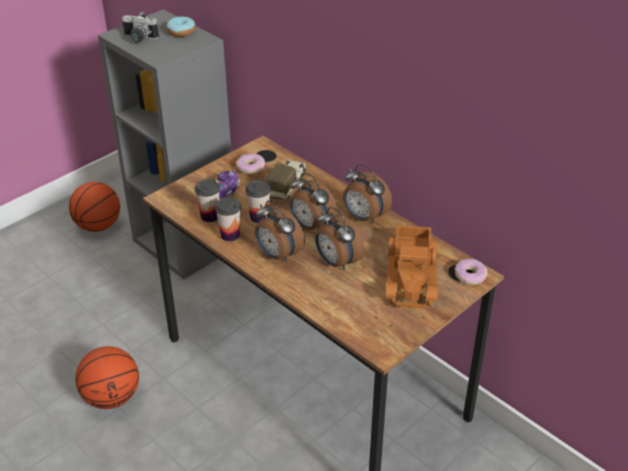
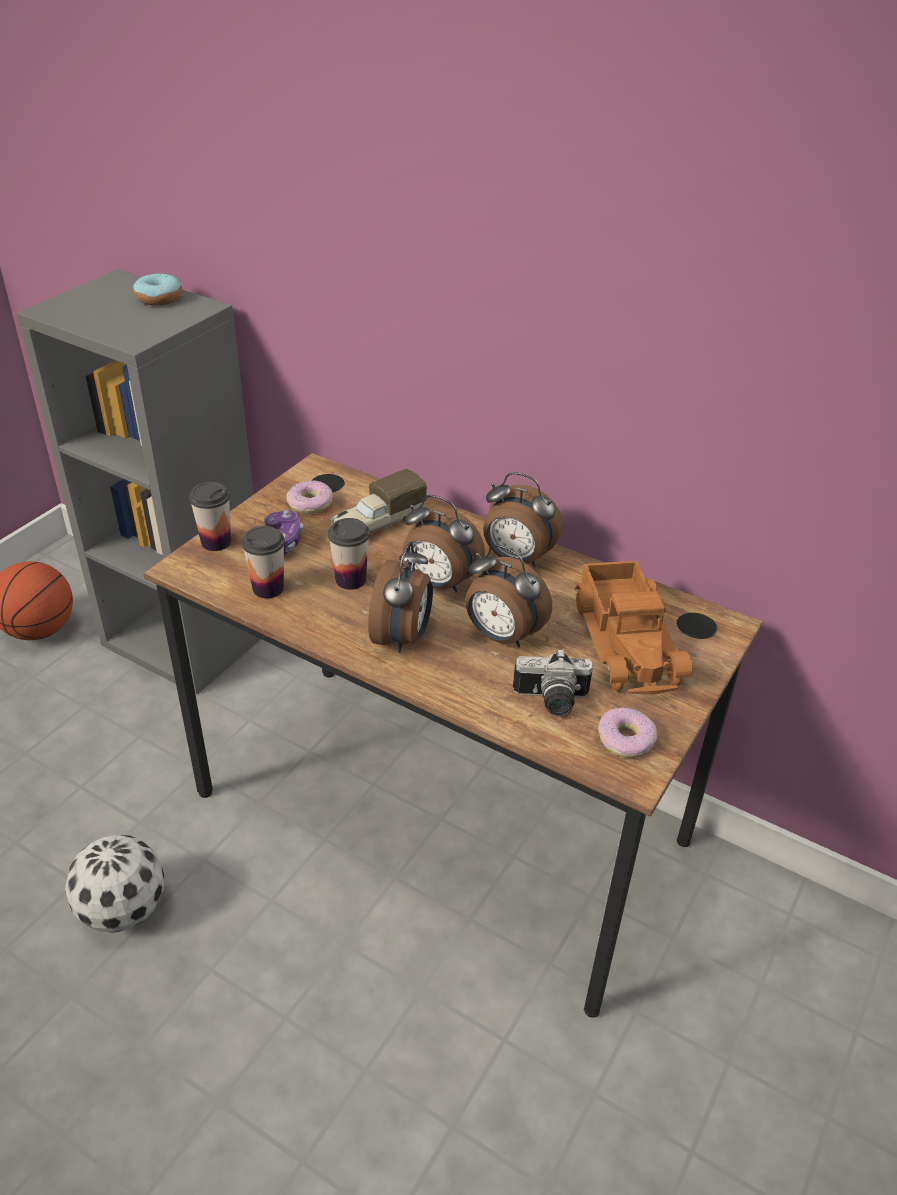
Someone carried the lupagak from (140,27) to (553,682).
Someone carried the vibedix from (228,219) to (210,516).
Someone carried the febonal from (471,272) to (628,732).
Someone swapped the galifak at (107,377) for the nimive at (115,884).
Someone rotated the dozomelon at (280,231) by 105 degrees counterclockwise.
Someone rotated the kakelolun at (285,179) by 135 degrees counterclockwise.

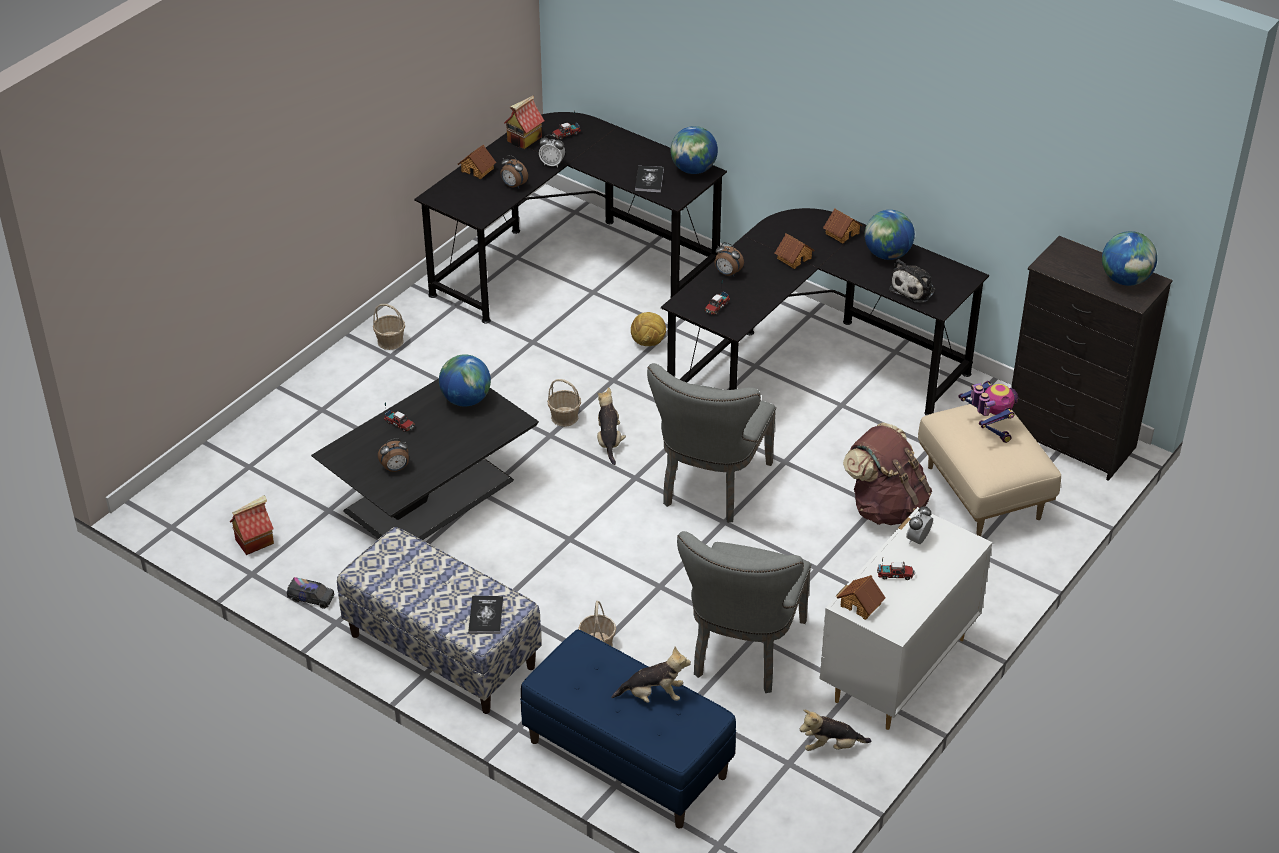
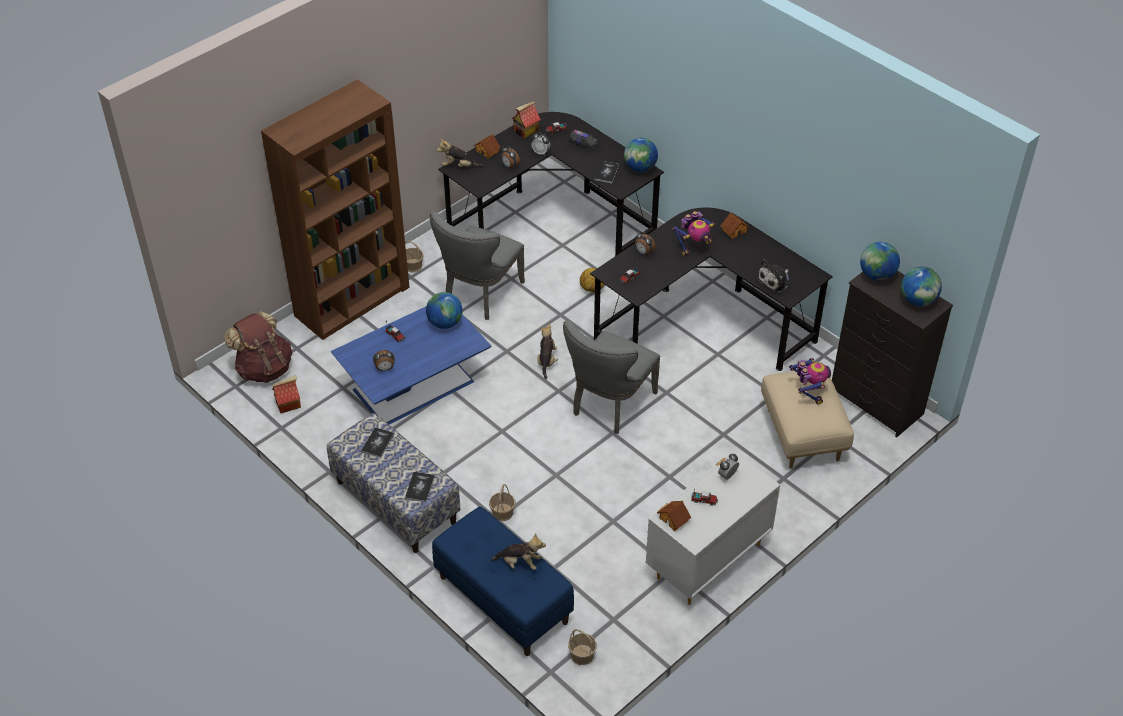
Someone put down the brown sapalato at (335,209).
Someone put down the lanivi at (377,442).
Someone carried the kakelolun from (310,593) to (583,140).
Someone carried the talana from (564,403) to (582,647).
Someone carried the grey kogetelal from (744,612) to (477,266).
Someone carried the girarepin from (835,730) to (460,153).
Someone carried the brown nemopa from (887,473) to (258,347).
Someone carried the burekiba from (890,235) to (880,261).
Someone swapped the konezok at (795,251) for the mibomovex at (693,233).
Someone repainted the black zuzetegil at (425,459), which became the blue zuzetegil at (411,366).

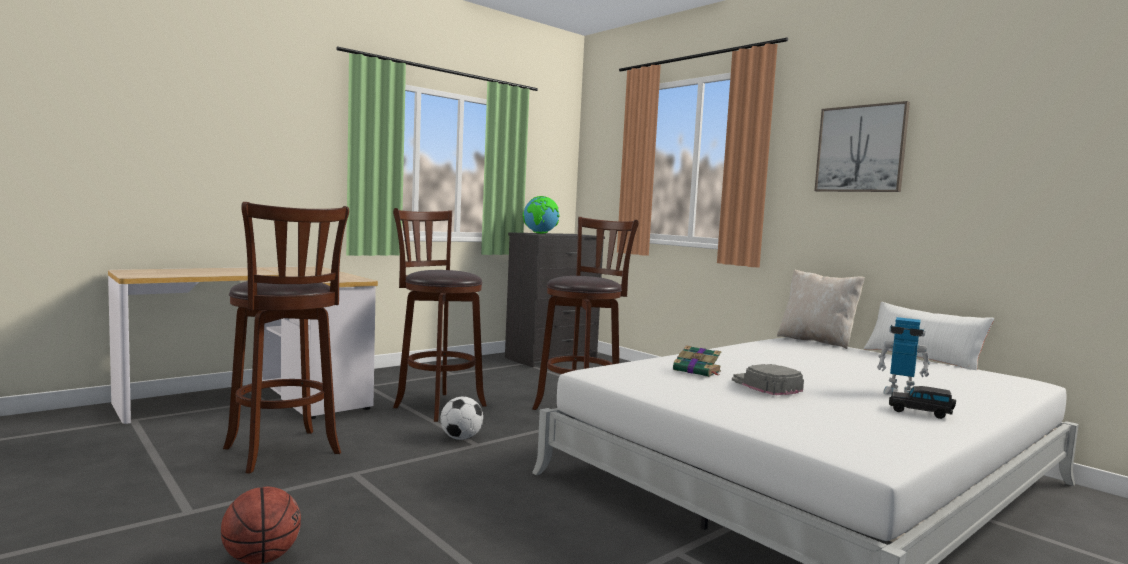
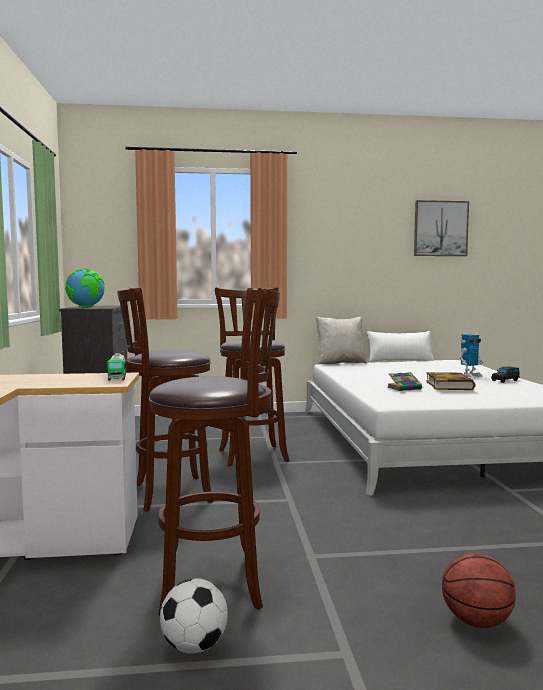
Someone put down the kakelolun at (116,367).
Someone carried the nimive from (461,418) to (194,616).
Someone carried the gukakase from (862,146) to (441,228).
Someone swapped the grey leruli at (768,379) for the lanivi at (451,381).

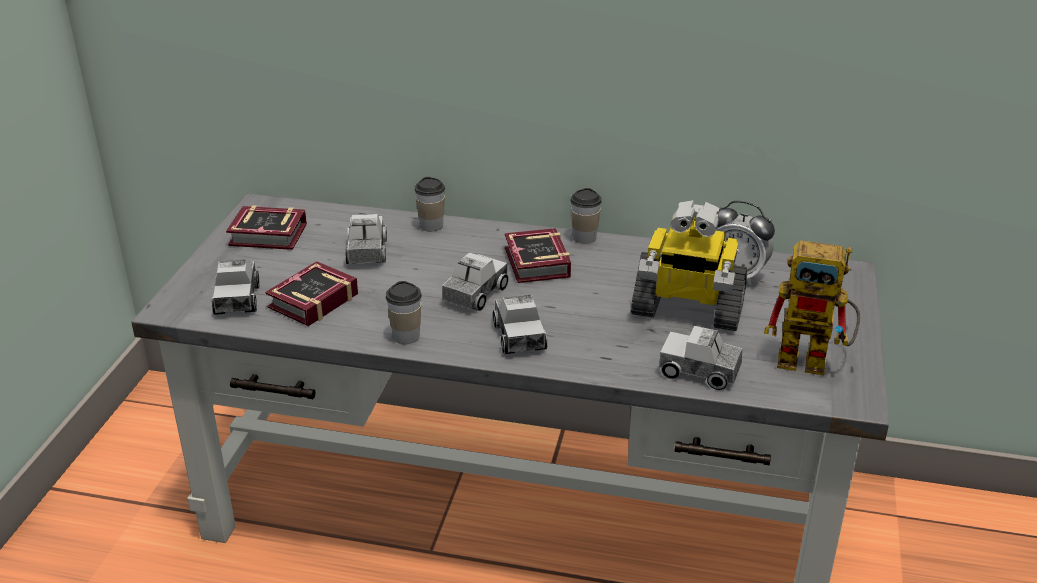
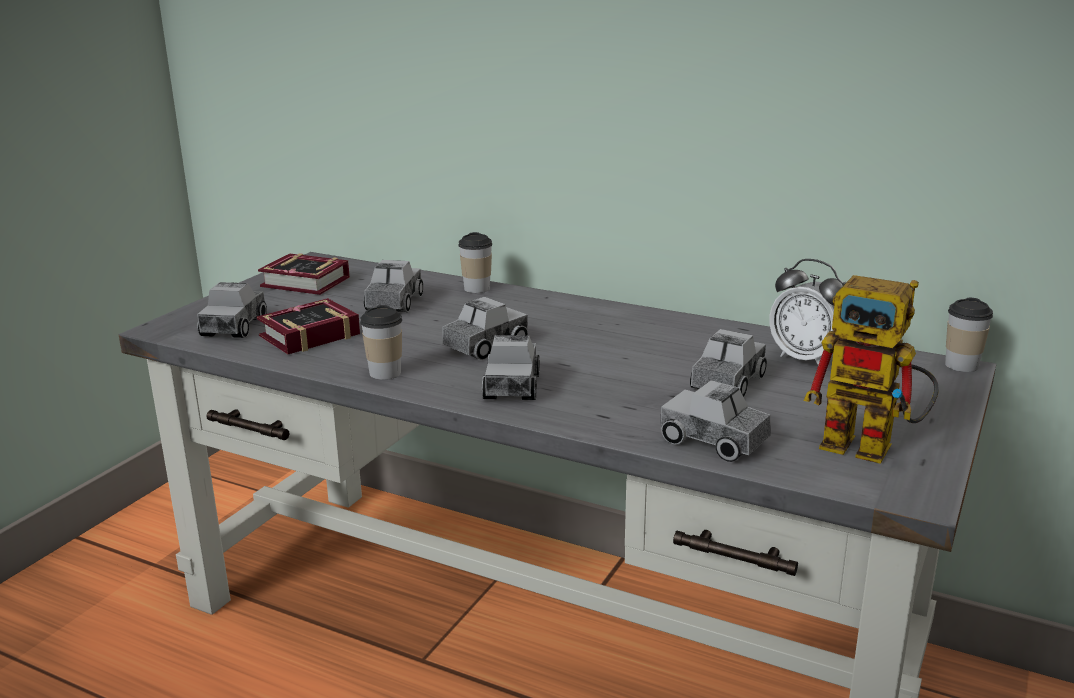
Someone took away the lanivi at (538,255).
Someone carried the vibedix from (586,216) to (969,334).
Someone swapped the mibomovex at (689,265) for the kakelolun at (728,363).

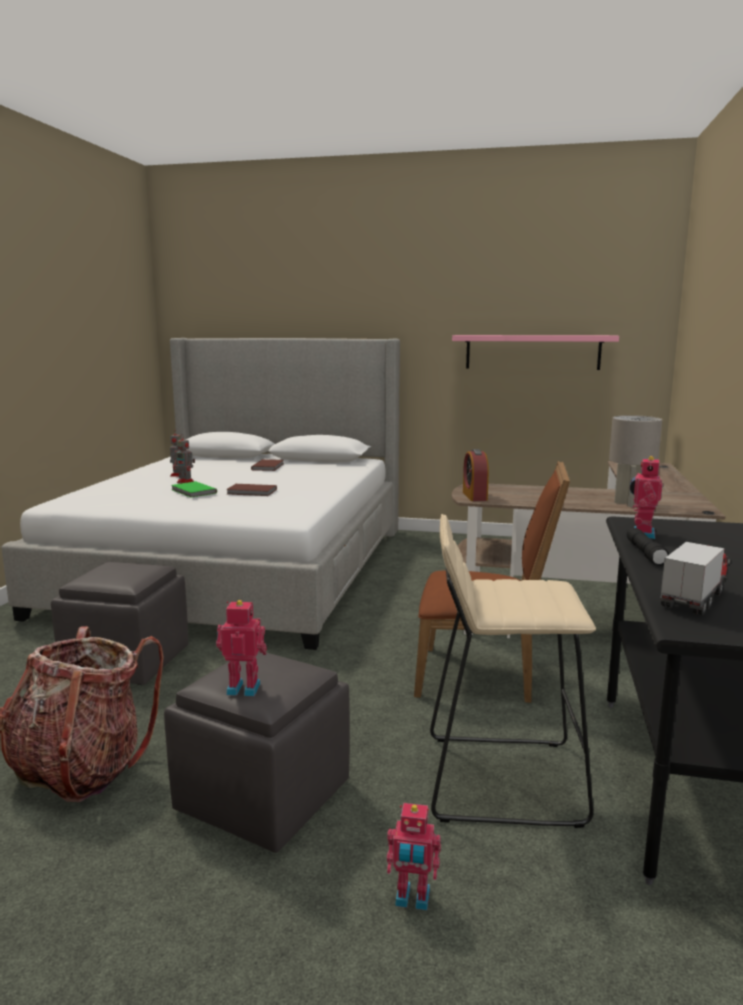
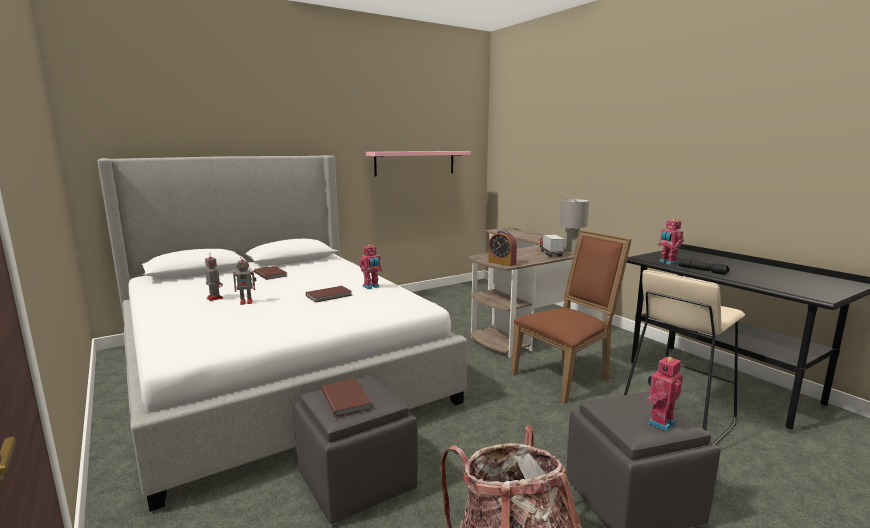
Someone took away the green lanivi at (194,489).
Someone put down the brown lanivi at (347,397).
Someone carried the mibomovex from (414,856) to (371,266).
Someone carried the kakelolun from (695,578) to (552,245).

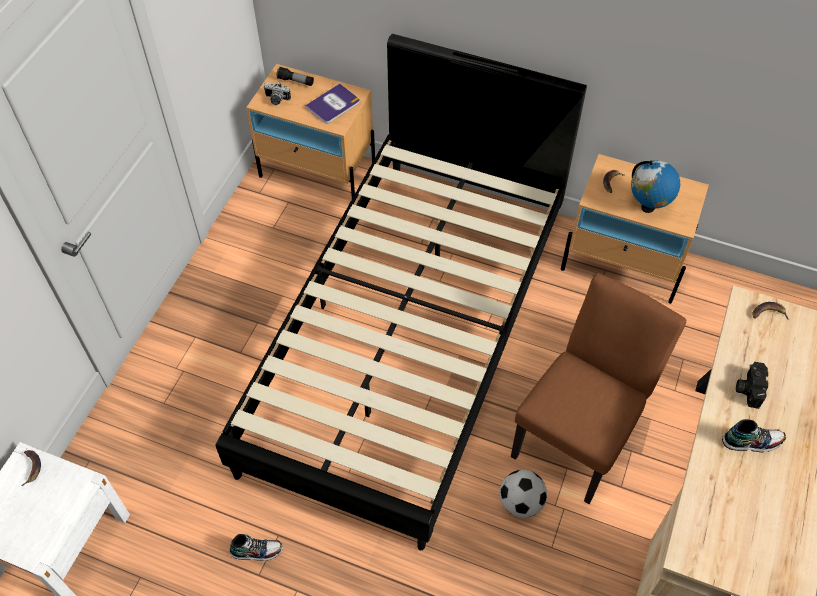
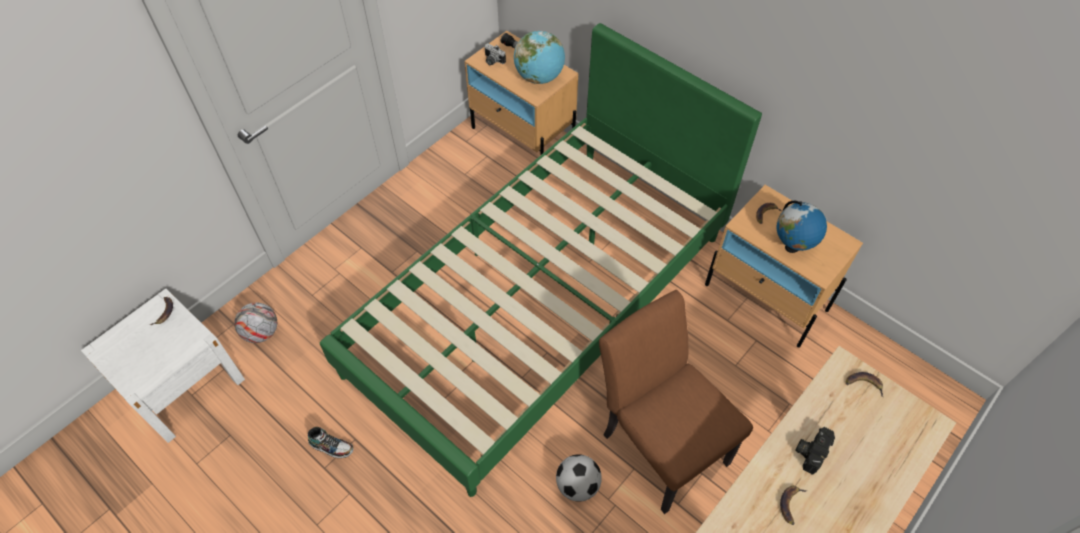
Someone put down the nimive at (255,323).
Someone swapped the lanivi at (332,103) for the burekiba at (539,57).
Someone swapped the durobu at (754,436) for the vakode at (793,505).
Someone repainted the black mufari at (401,292), which became the green mufari at (541,260).
Someone rotated the brown kogetelal at (598,388) by 90 degrees counterclockwise.

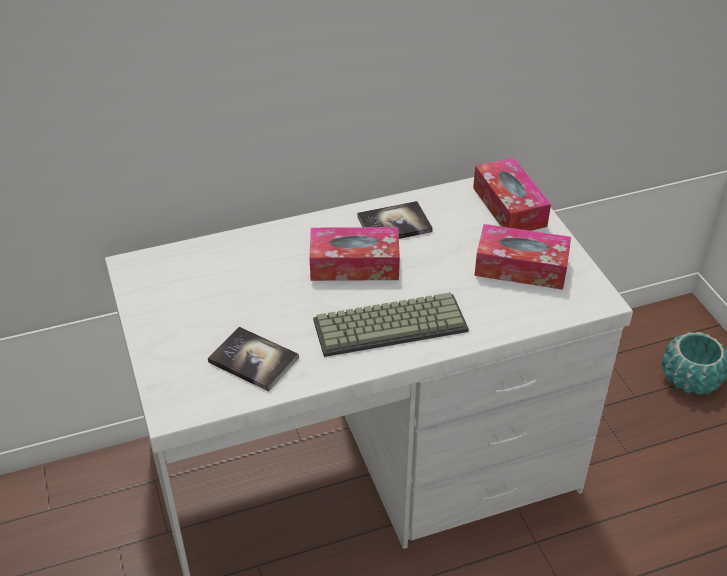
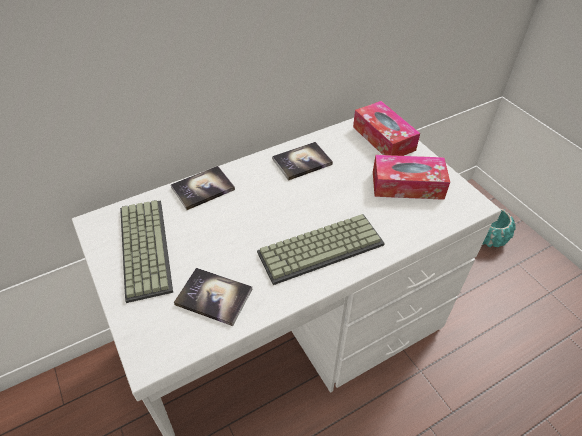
Someone took away the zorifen at (354,254).
Someone put down the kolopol at (146,251).
Someone put down the lanivi at (203,188).

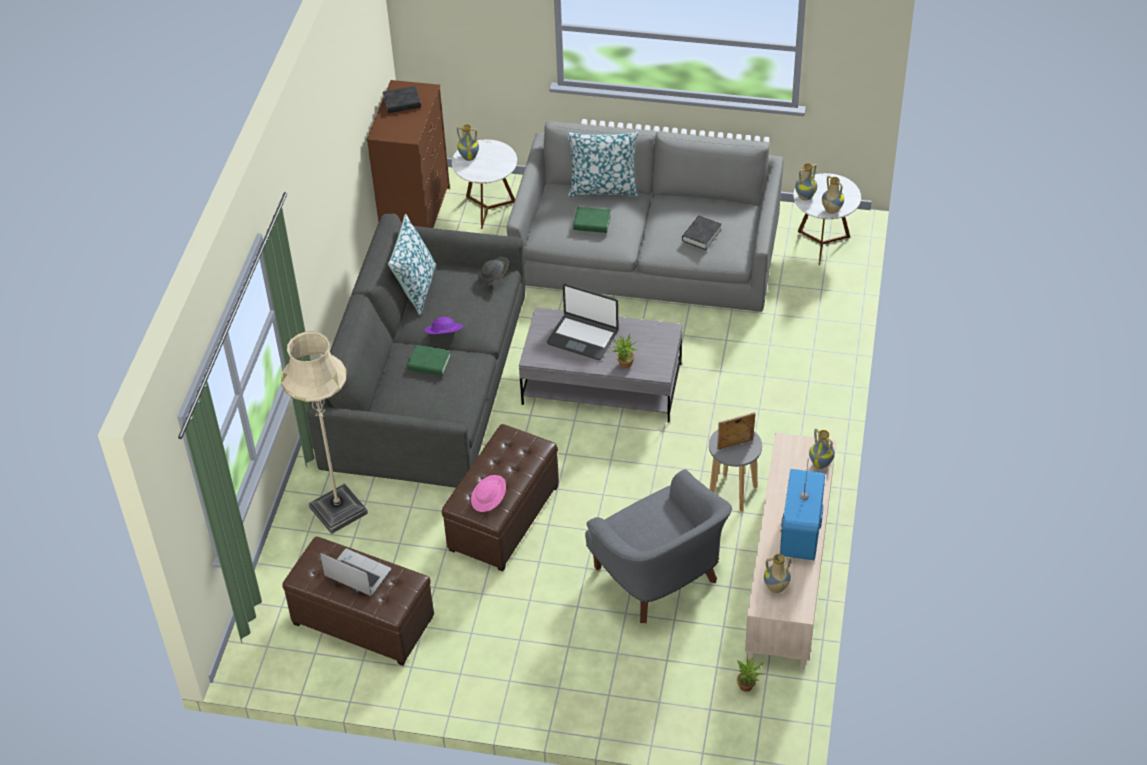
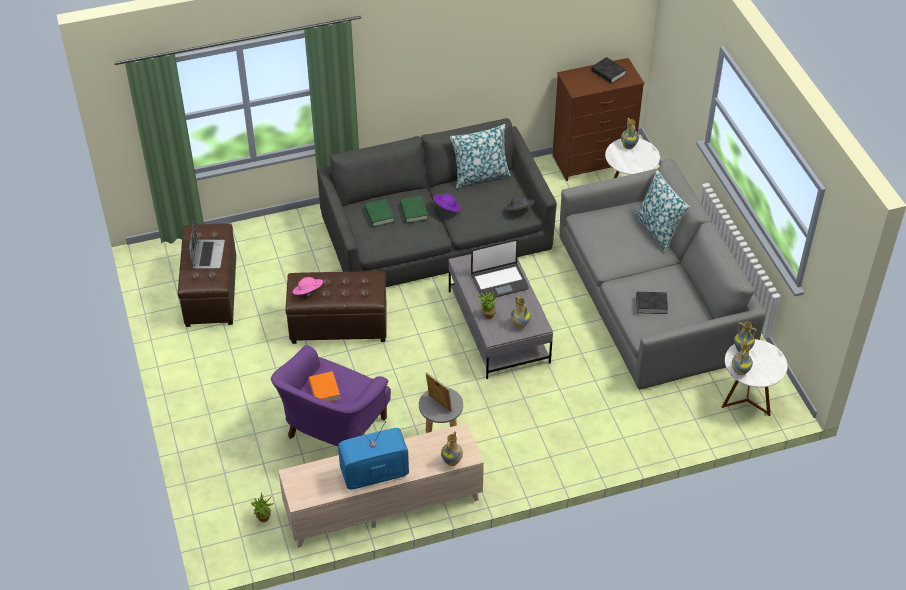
Someone took away the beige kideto at (324,432).
Someone put down the orange lanivi at (324,386).
Someone carried the green lanivi from (592,220) to (379,213).
Someone carried the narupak from (777,573) to (520,312).
Someone repainted the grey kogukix at (658,546), which became the purple kogukix at (331,395).
Someone rotated the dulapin at (583,322) by 105 degrees counterclockwise.

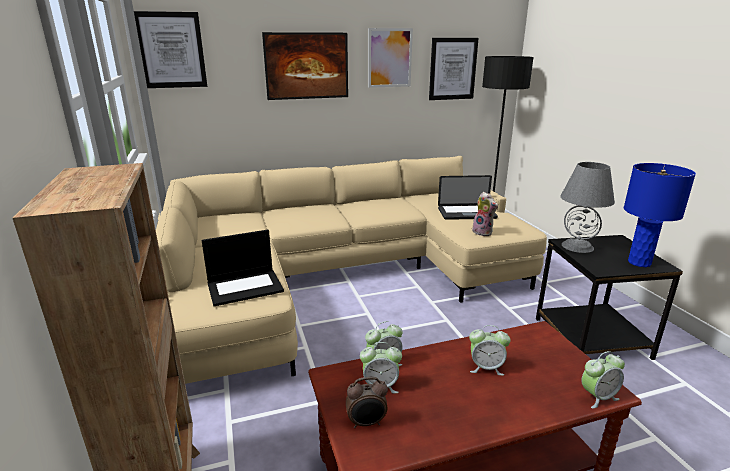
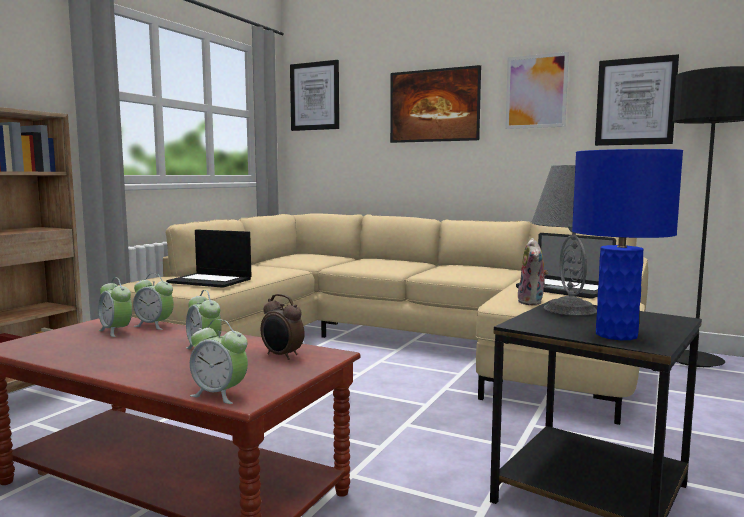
Someone carried the dozomelon from (367,402) to (283,327).

